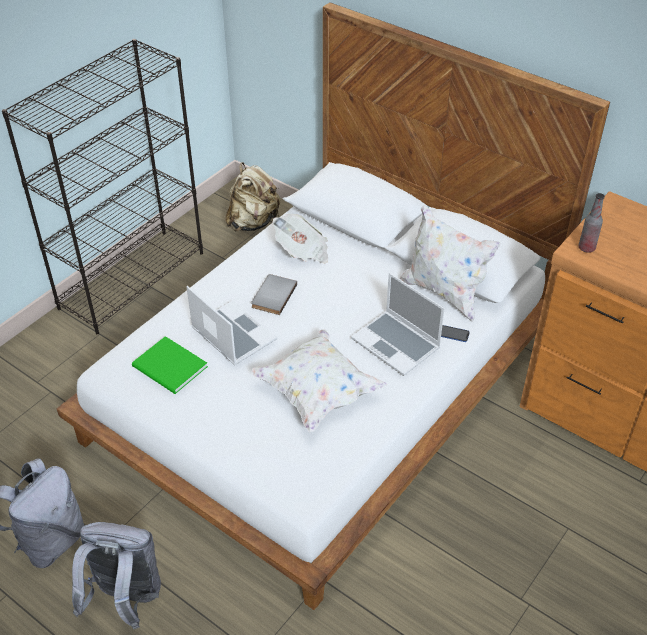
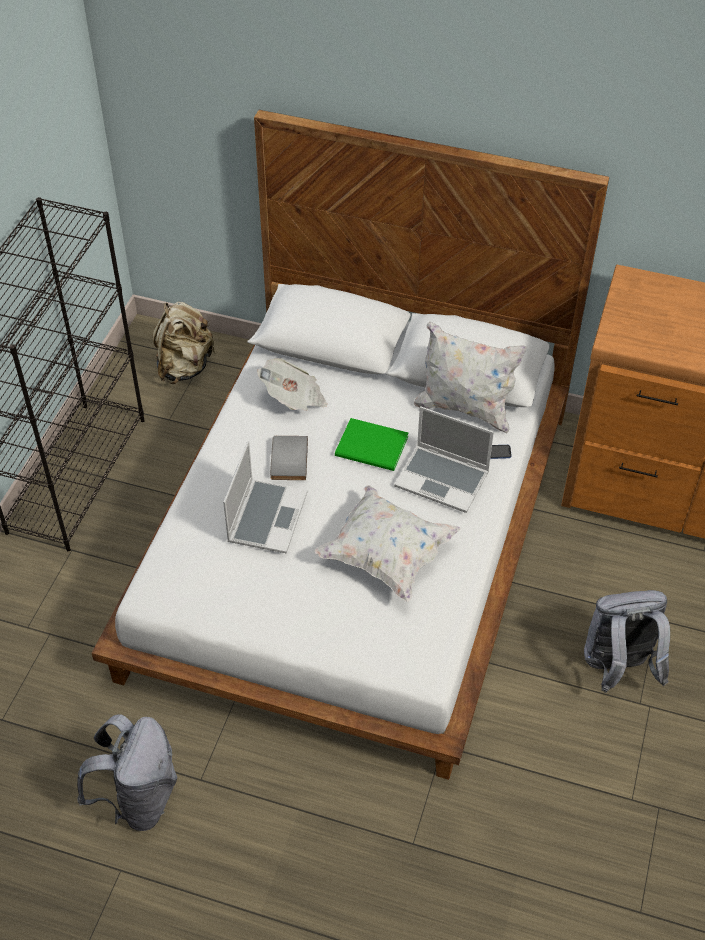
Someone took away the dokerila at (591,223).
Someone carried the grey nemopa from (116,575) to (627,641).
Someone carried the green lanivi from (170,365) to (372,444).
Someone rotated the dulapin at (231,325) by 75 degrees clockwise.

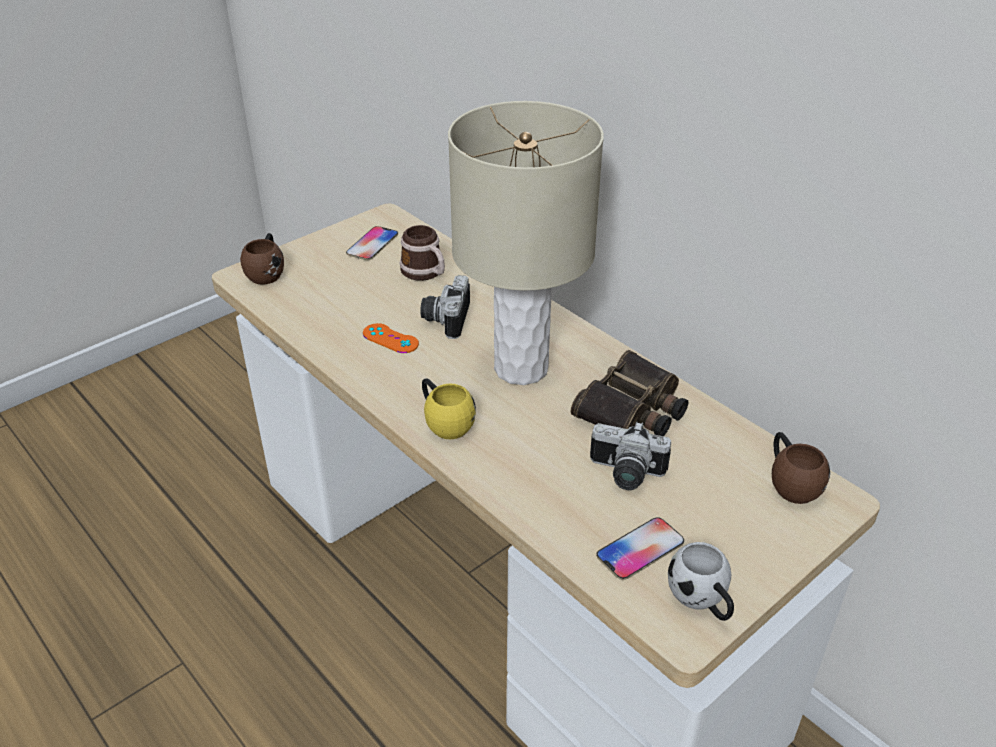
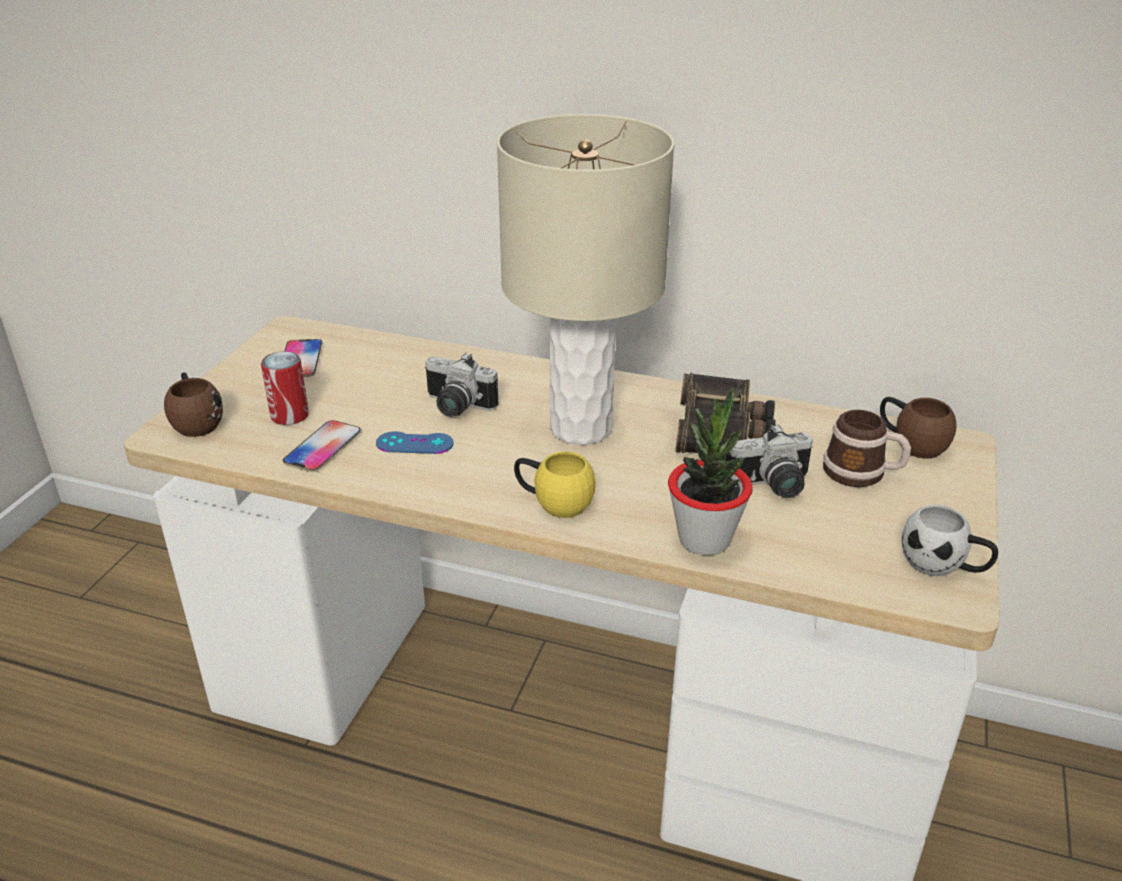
Someone put down the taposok at (285,388).
Someone put down the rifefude at (710,472).
Someone carried the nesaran from (422,253) to (867,448).
Someone carried the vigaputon from (640,548) to (322,446).
Someone repainted the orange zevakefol at (391,338), which became the blue zevakefol at (414,442).
Someone rotated the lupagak at (445,307) by 45 degrees counterclockwise.

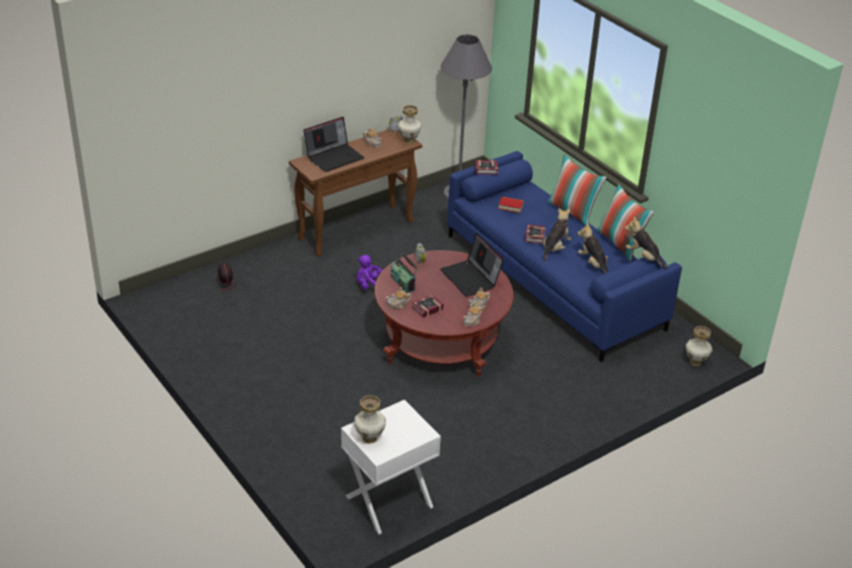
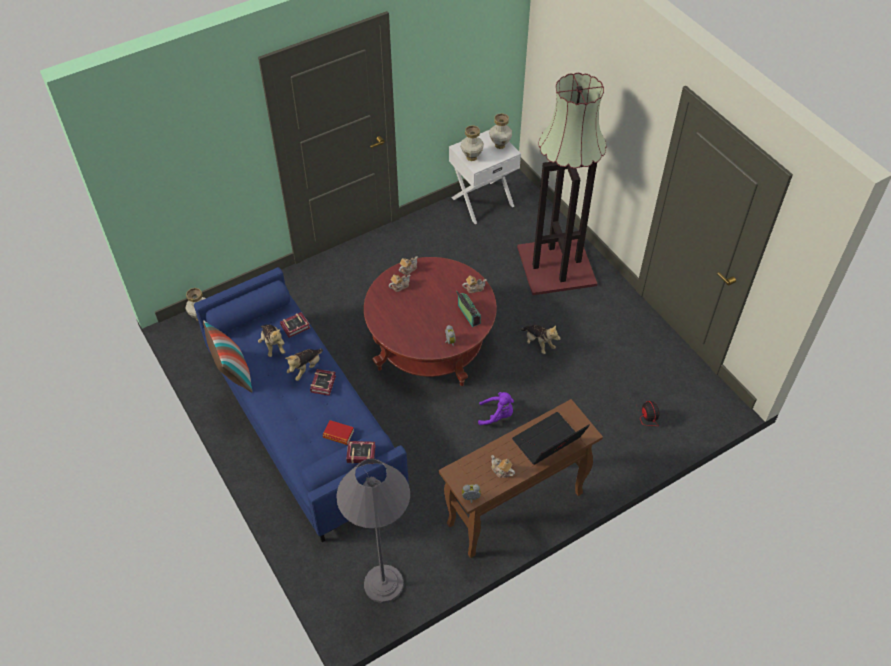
Someone took away the dulapin at (472,265).
Someone took away the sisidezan at (577,190).
Someone put down the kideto at (561,184).
Someone carried the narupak from (410,124) to (472,143).
Someone carried the lanivi from (428,306) to (295,325).
Someone carried the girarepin from (646,243) to (540,339).

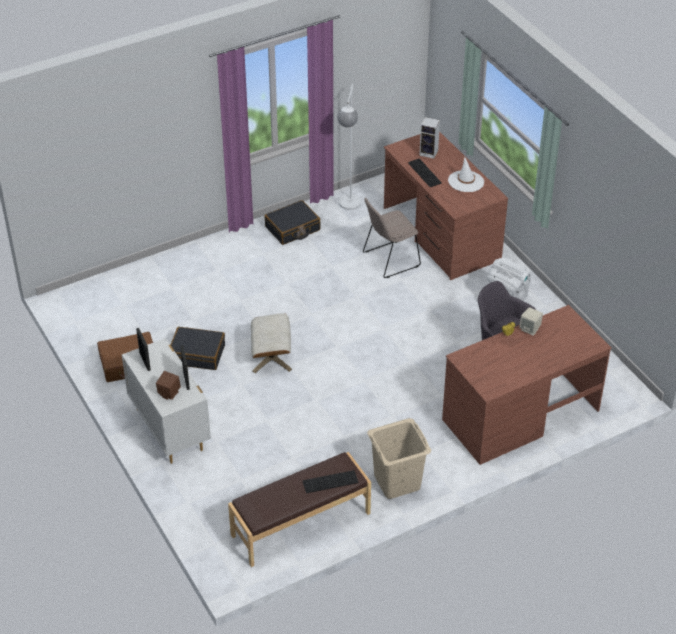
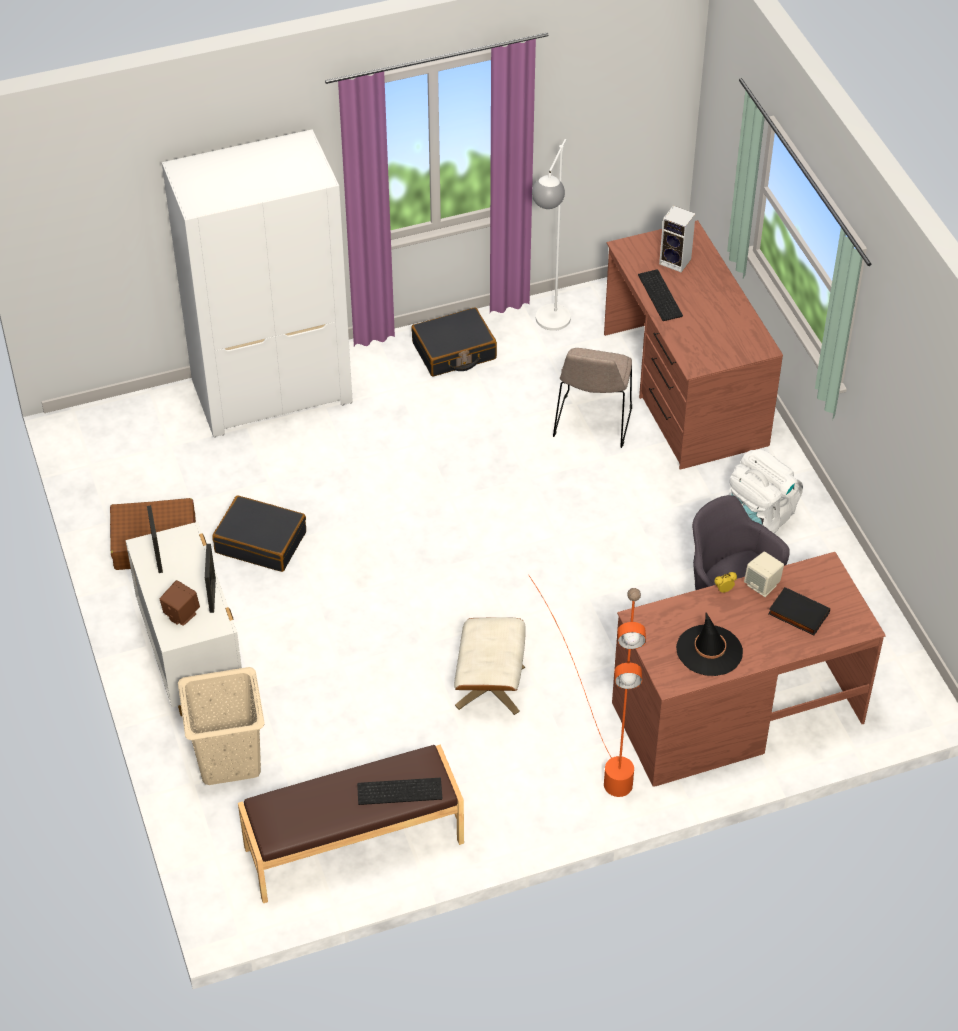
Someone took away the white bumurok at (466,174).
Someone put down the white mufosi at (257,283).
Someone put down the orange kideto at (587,685).
Someone put down the black bumurok at (709,644).
Someone put down the black lanivi at (799,611).
Someone carried the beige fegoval from (271,343) to (490,666).
Someone carried the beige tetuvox from (399,458) to (221,726).
Someone rotated the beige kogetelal at (392,238) by 60 degrees counterclockwise.

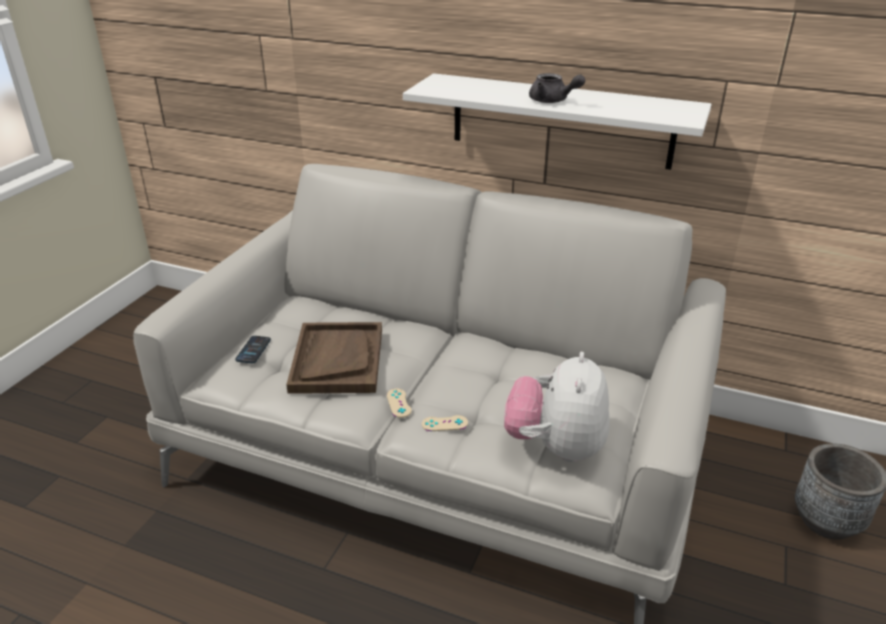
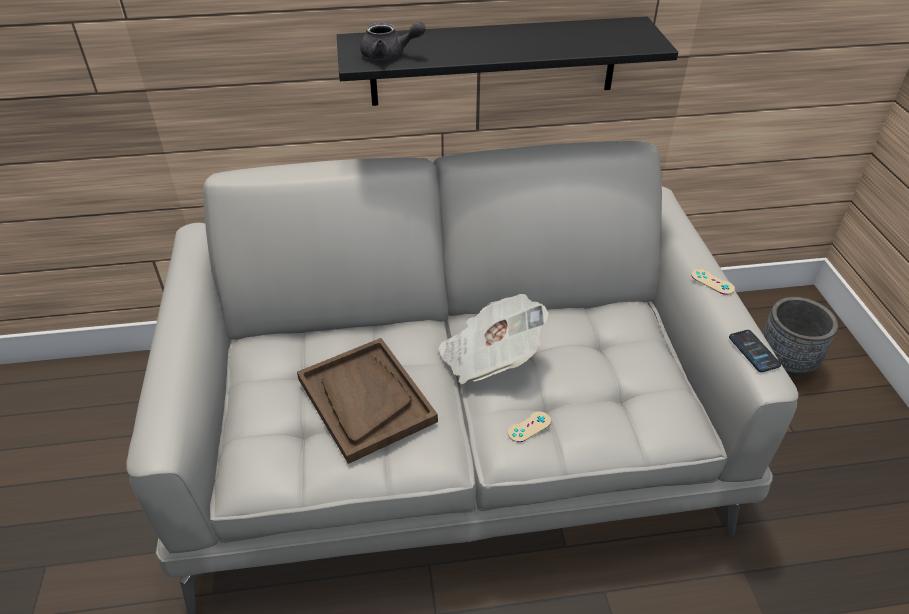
Someone took away the girarepin at (557,407).
Someone put down the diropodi at (494,339).
Someone carried the vigaputon from (253,350) to (755,351).
Someone carried the beige zevakefol from (399,403) to (713,282).
Someone carried the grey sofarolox from (557,88) to (393,40).
Someone repainted the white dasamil at (557,121), which became the black dasamil at (507,61).

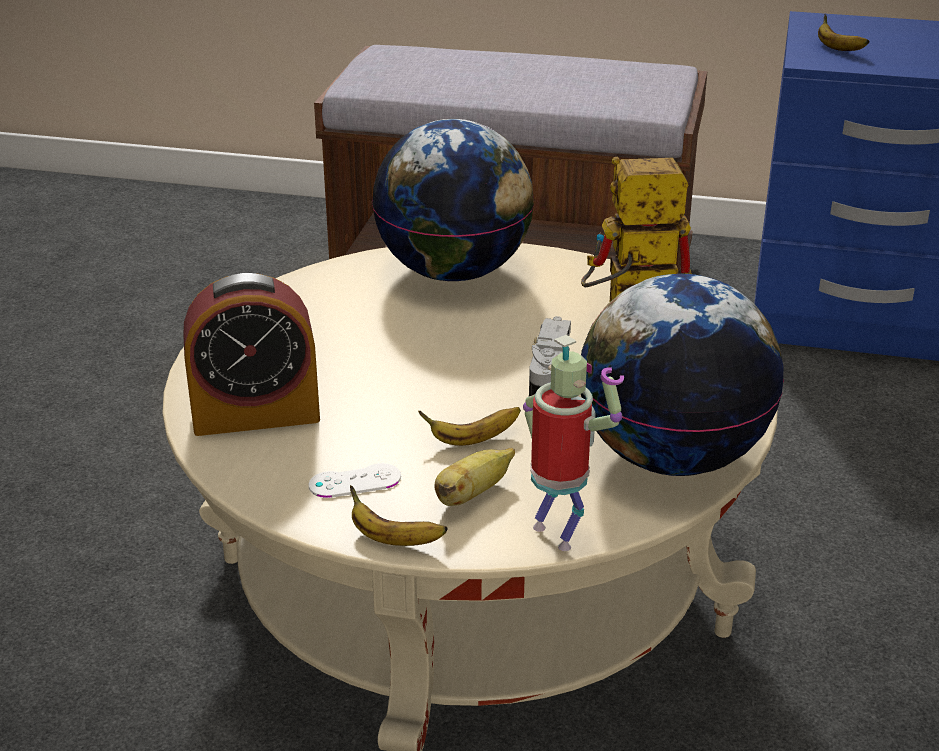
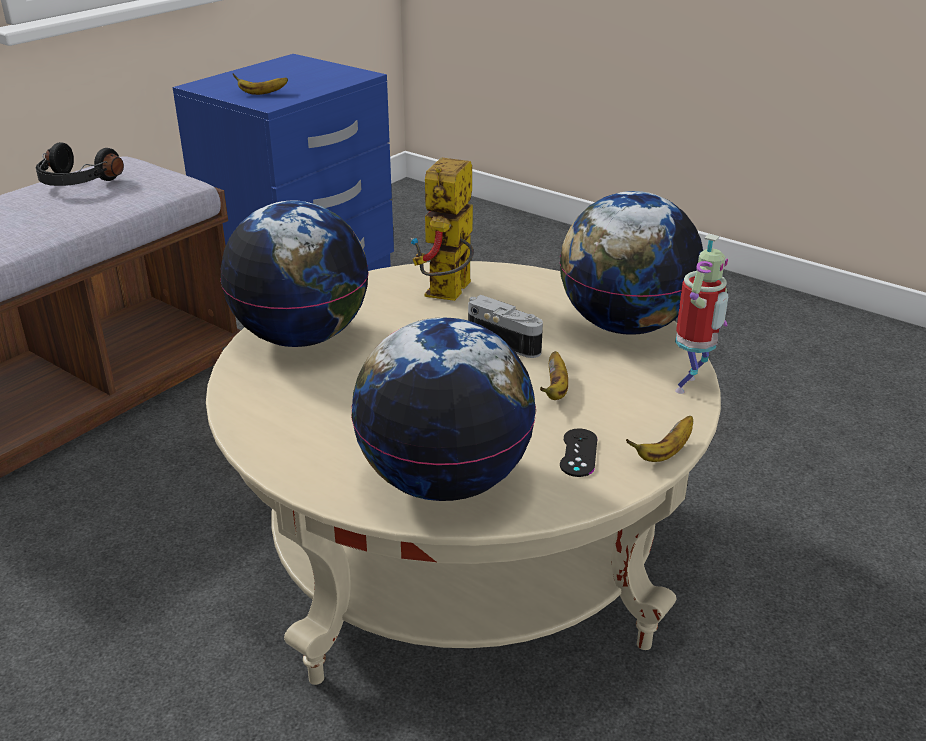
Someone took away the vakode at (475,477).
Someone put down the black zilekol at (80,164).
Someone swapped the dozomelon at (251,354) for the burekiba at (443,409).
Someone repainted the white zevakefol at (355,480), which became the black zevakefol at (578,452).
Someone rotated the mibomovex at (573,443) by 135 degrees clockwise.

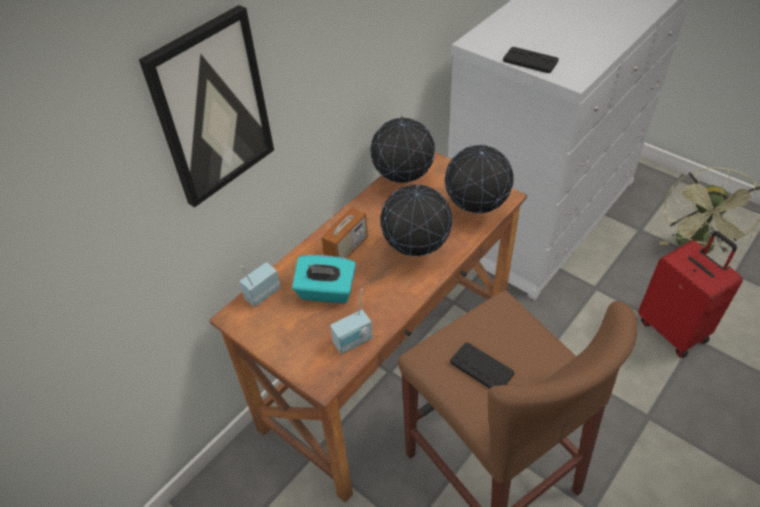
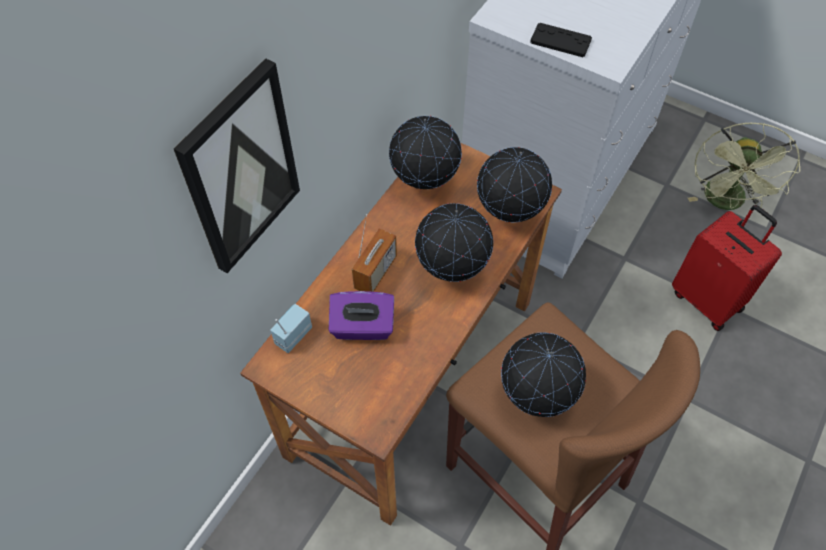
Someone took away the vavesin at (351,321).
Someone swapped the black zevakefol at (482,365) for the burekiba at (543,374).
Someone repainted the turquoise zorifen at (324,279), which became the purple zorifen at (361,315).

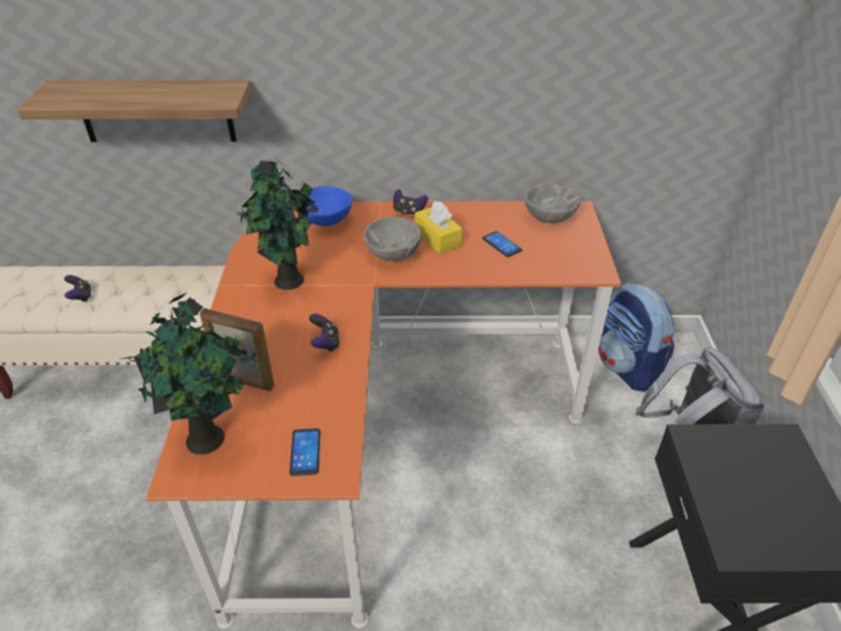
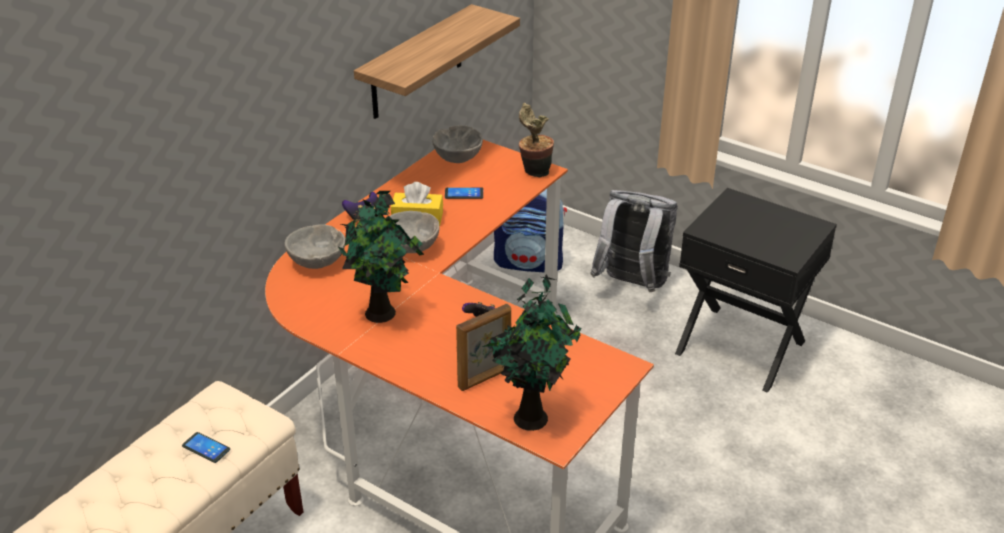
Someone took away the zevakefol at (77,288).
Someone put down the rifefude at (536,140).
Someone carried the dasamil from (134,111) to (437,61).
Someone carried the vigaputon from (305,452) to (206,447).
Someone repainted the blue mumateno at (326,206), which became the grey mumateno at (314,246).

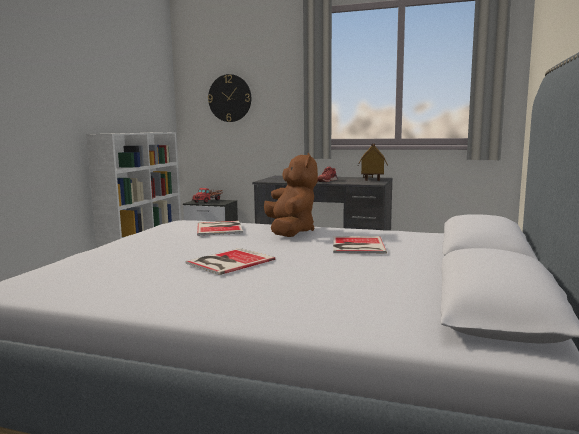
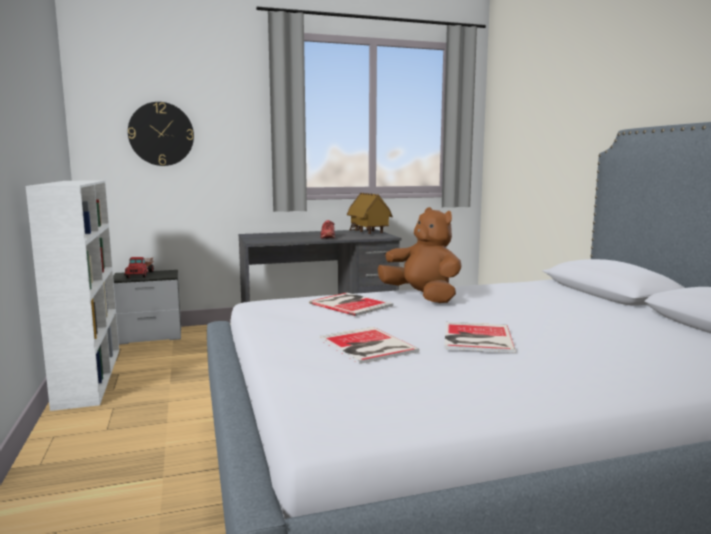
Someone carried the lanivi from (360,245) to (369,345).

